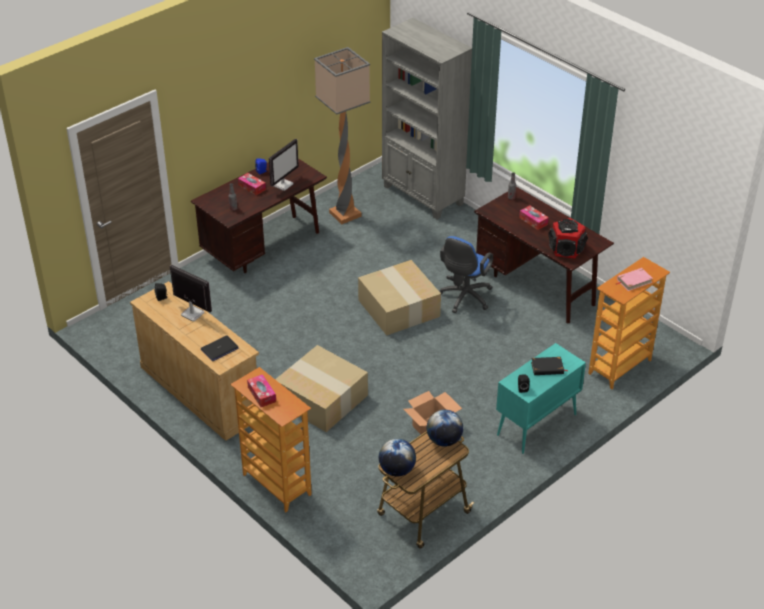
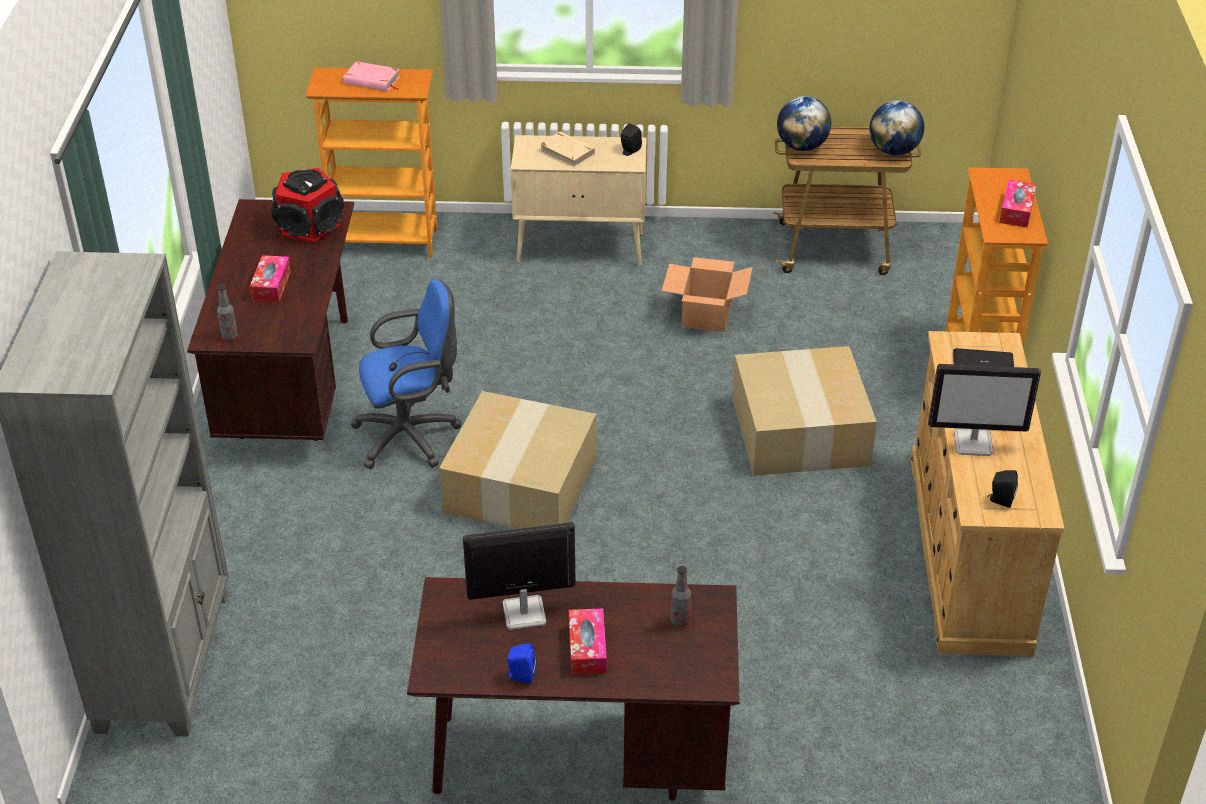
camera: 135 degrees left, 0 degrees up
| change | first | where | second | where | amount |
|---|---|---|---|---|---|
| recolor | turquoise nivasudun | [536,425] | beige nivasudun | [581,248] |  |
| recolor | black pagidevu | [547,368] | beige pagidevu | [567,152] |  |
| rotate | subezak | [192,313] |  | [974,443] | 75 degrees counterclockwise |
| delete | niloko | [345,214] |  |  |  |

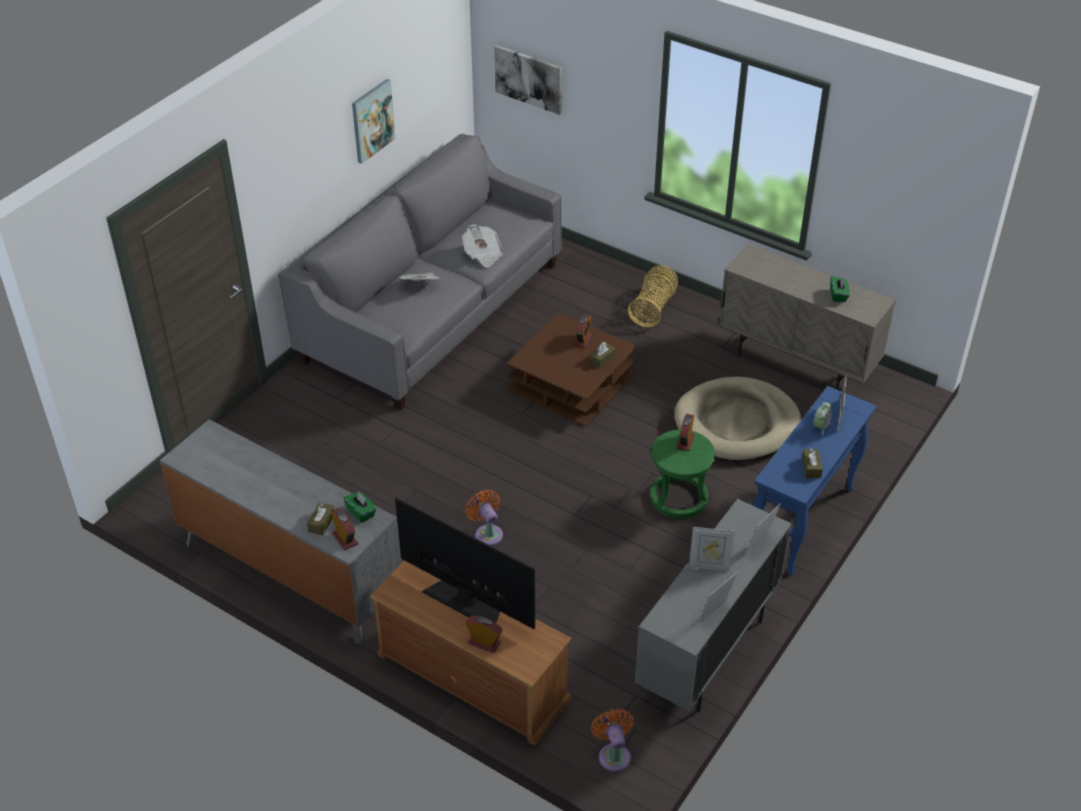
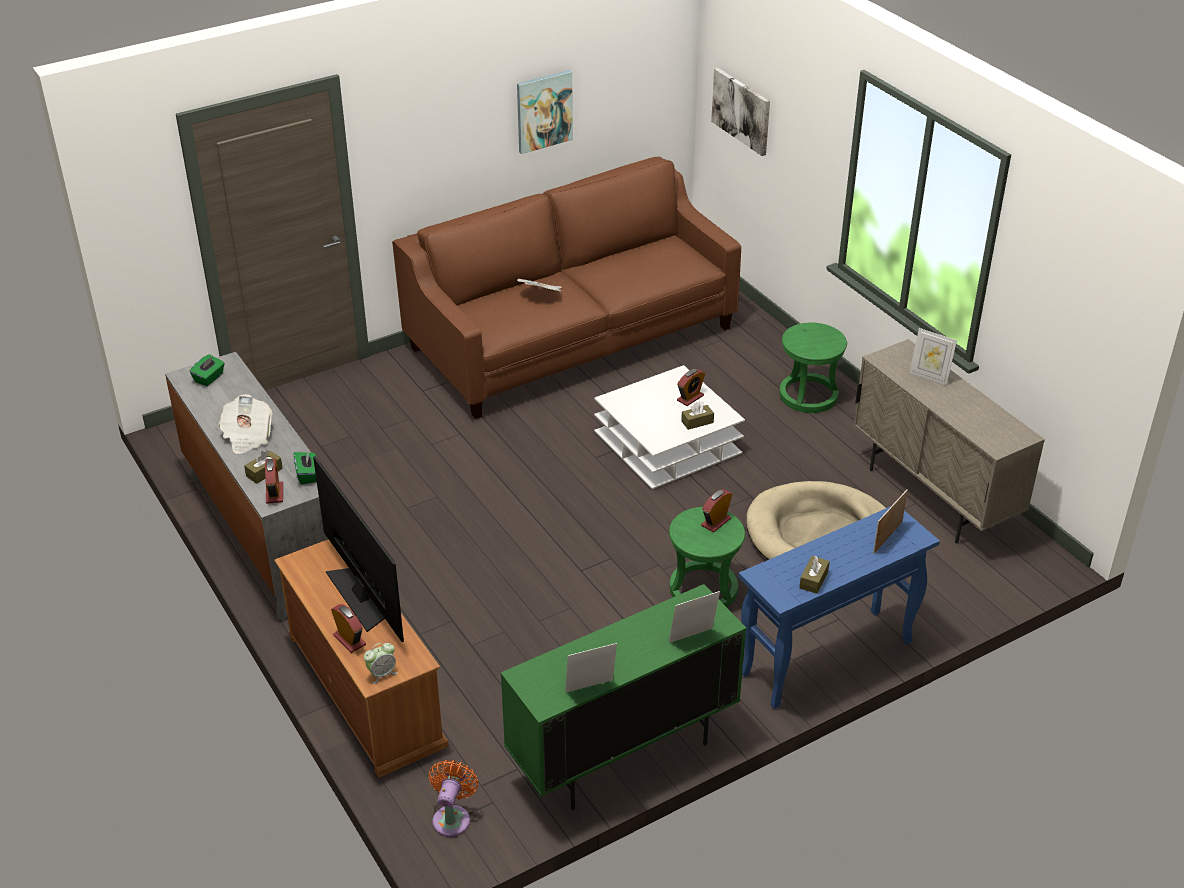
camera: 25 degrees right, 5 degrees down
| change | first | where | second | where | amount |
|---|---|---|---|---|---|
| move | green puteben | [838,295] |  | [209,378] |  |
| move | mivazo | [483,255] |  | [247,436] |  |
| move | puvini | [821,427] |  | [382,673] |  |
| recolor | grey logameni | [432,313] | brown logameni | [571,339] |  |
| recolor | grey nivasudun | [707,654] | green nivasudun | [623,755] |  |
| recolor | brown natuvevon | [571,382] | white natuvevon | [667,443] |  |
| replace | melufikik | [653,307] | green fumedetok | [808,395] |  |
| move | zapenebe | [709,565] |  | [929,376] |  |
| delete | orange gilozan | [487,533] |  |  |  |

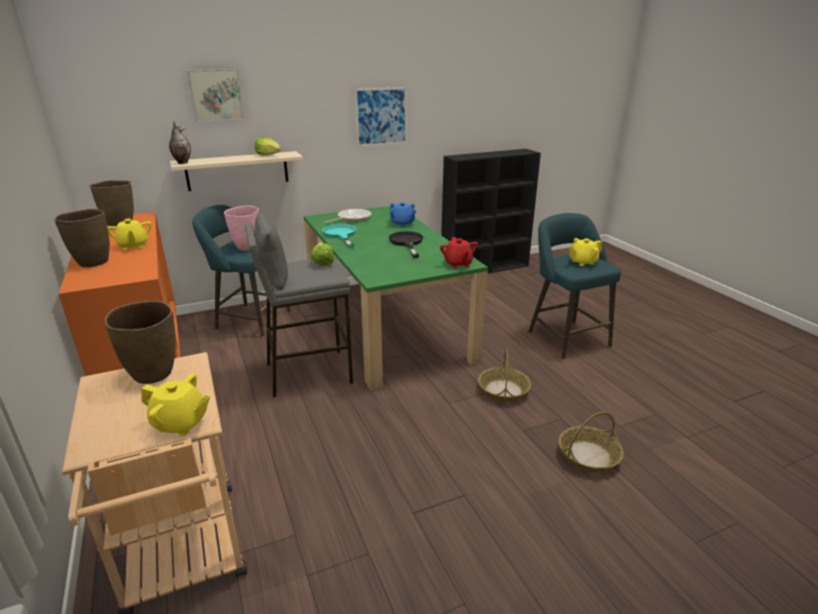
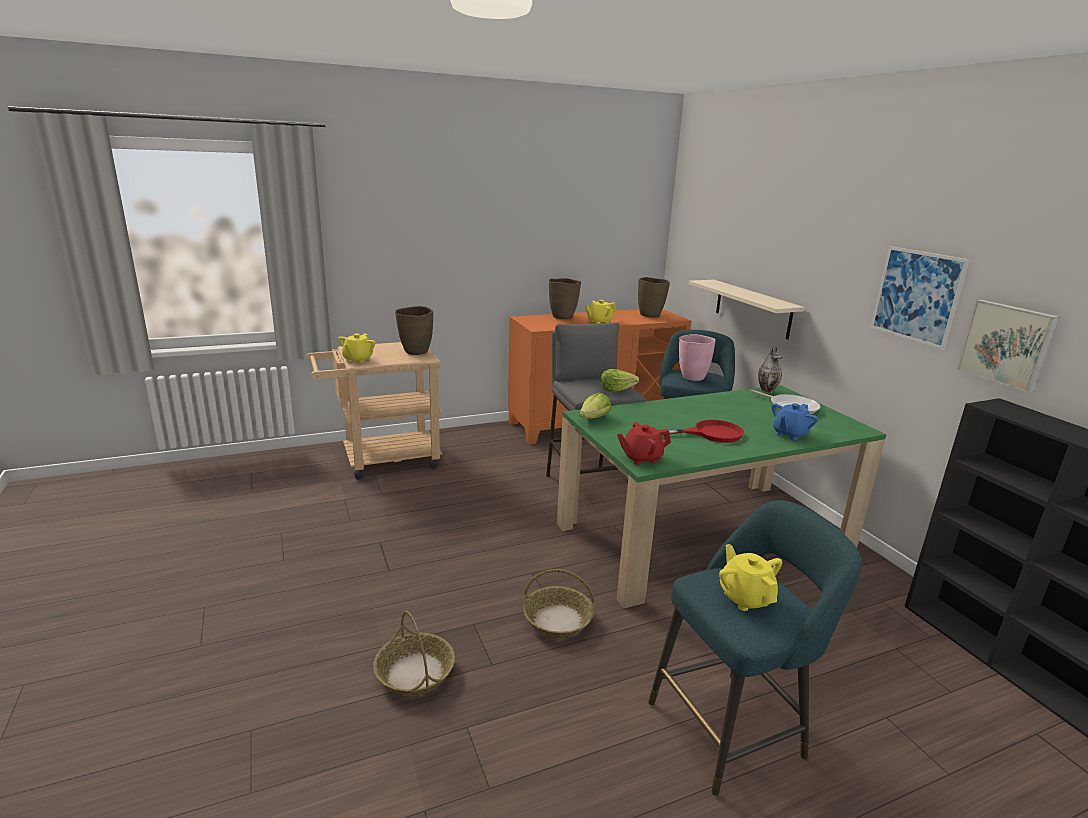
camera: 90 degrees right, 5 degrees down
| change | first | where | second | where | amount |
|---|---|---|---|---|---|
| move | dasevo | [269,155] |  | [594,418] |  |
| recolor | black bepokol | [407,243] | red bepokol | [709,433] |  |
| move | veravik | [182,163] |  | [767,391] |  |
| move | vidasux | [216,95] |  | [1007,344] |  |
| delete | turquoise bepokol | [341,235] |  |  |  |

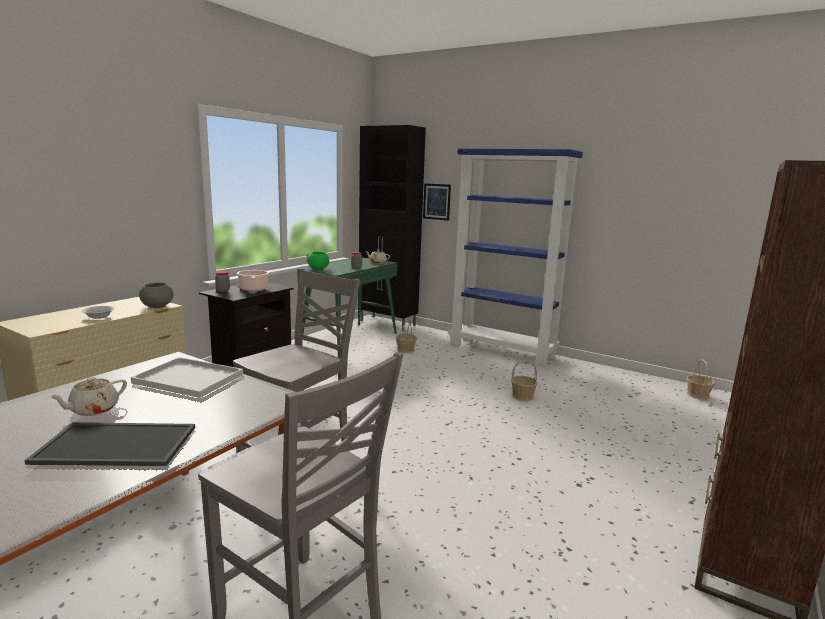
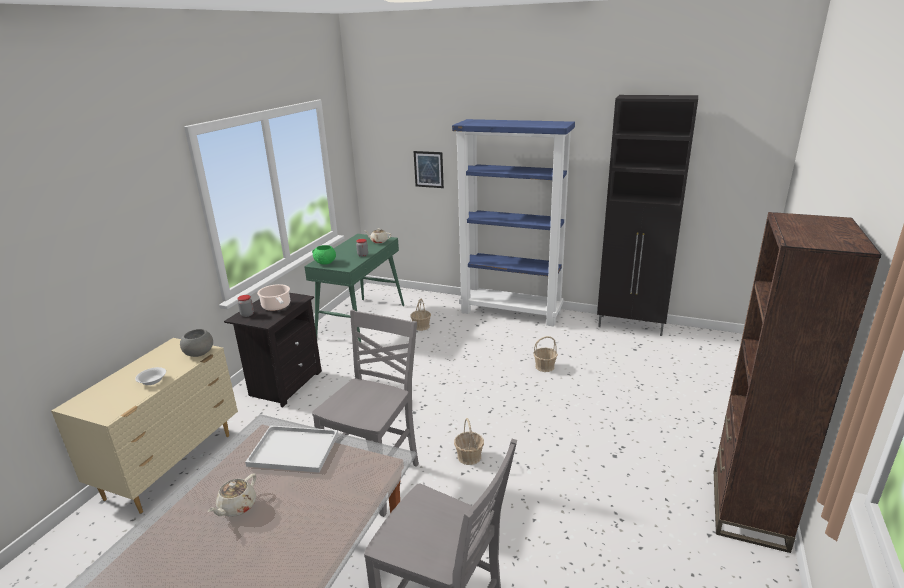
camera: 10 degrees left, 10 degrees up
| change | first | where | second | where | amount |
|---|---|---|---|---|---|
| move | melufikik | [697,395] |  | [469,456] |  |
| move | black nivasudun | [388,323] |  | [631,326] |  |
| delete | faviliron | [119,443] |  |  |  |

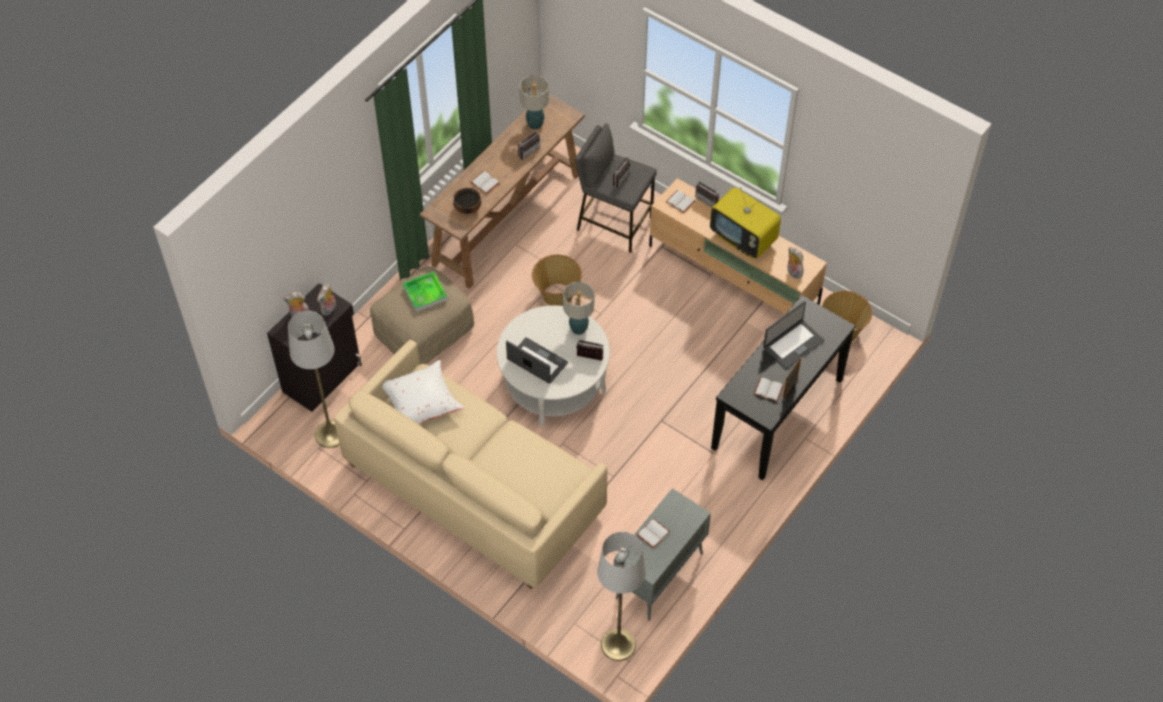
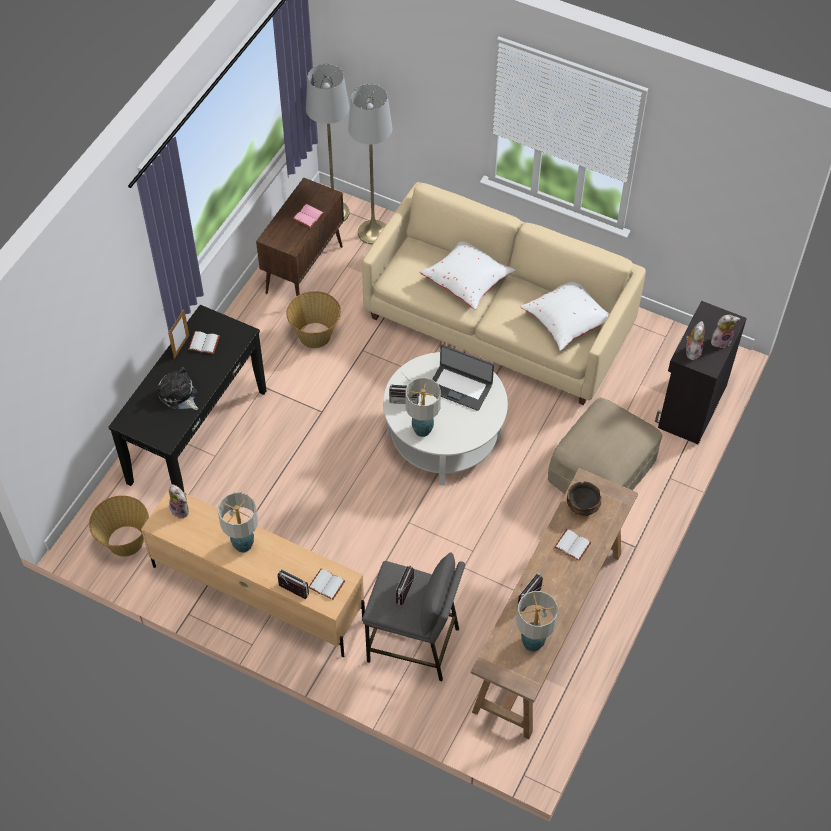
camera: 170 degrees right, 0 degrees up
| change | first | where | second | where | amount |
|---|---|---|---|---|---|
| replace | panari | [792,344] | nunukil | [179,395] |  |
| replace | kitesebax | [744,239] | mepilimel | [242,545] |  |
| recolor | grey nivasudun | [659,576] | brown nivasudun | [304,269] |  |
| move | melufikik | [557,295] |  | [315,335] |  |
| recolor | white pagidevu | [653,534] | pink pagidevu | [308,215] |  |
| move | grey niloko | [330,434] |  | [373,232] |  |
| insert |  |  | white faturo | [467,281] |  |
| delete | faviliron | [425,293] |  |  |  |

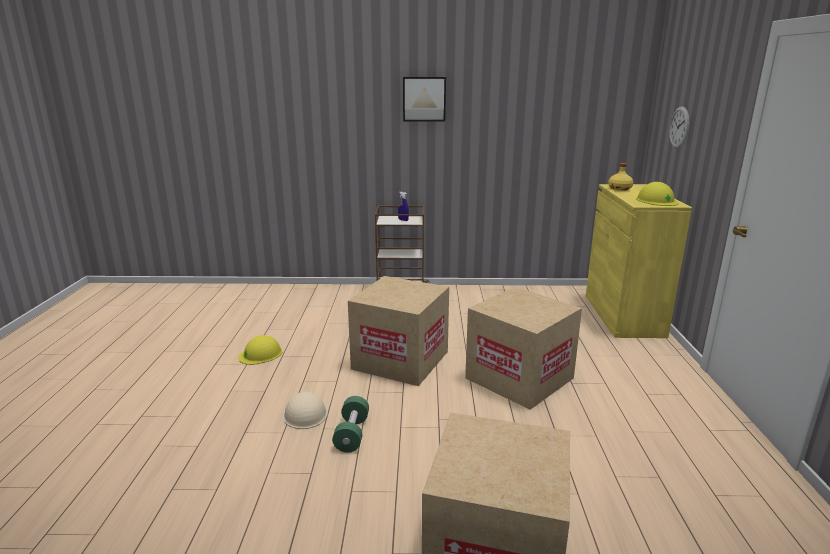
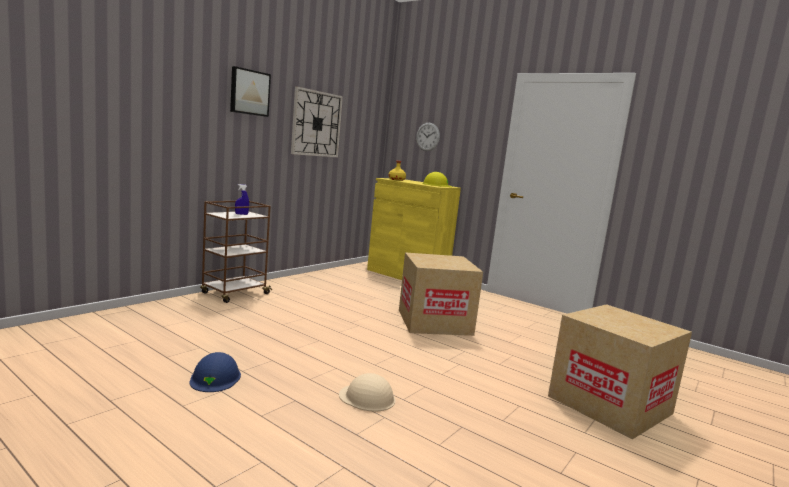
camera: 55 degrees left, 10 degrees down
| change | first | where | second | where | amount |
|---|---|---|---|---|---|
| recolor | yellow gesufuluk | [260,354] | blue gesufuluk | [215,378] |  |
| insert |  |  | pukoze | [316,124] |  |
| delete | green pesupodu | [352,434] |  |  |  |
| delete | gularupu | [400,360] |  |  |  |

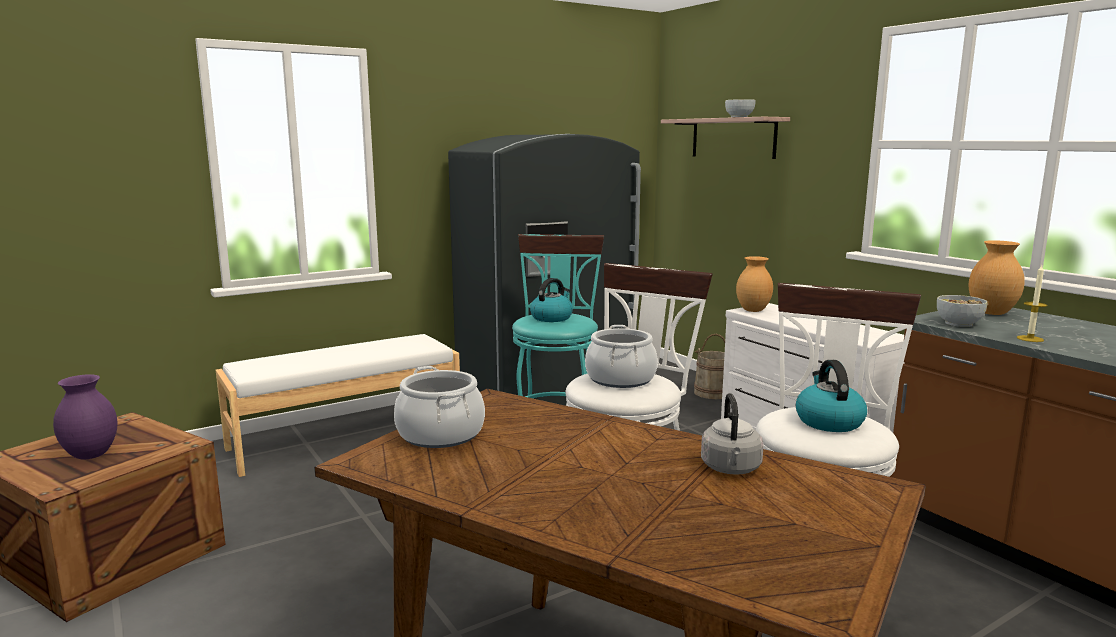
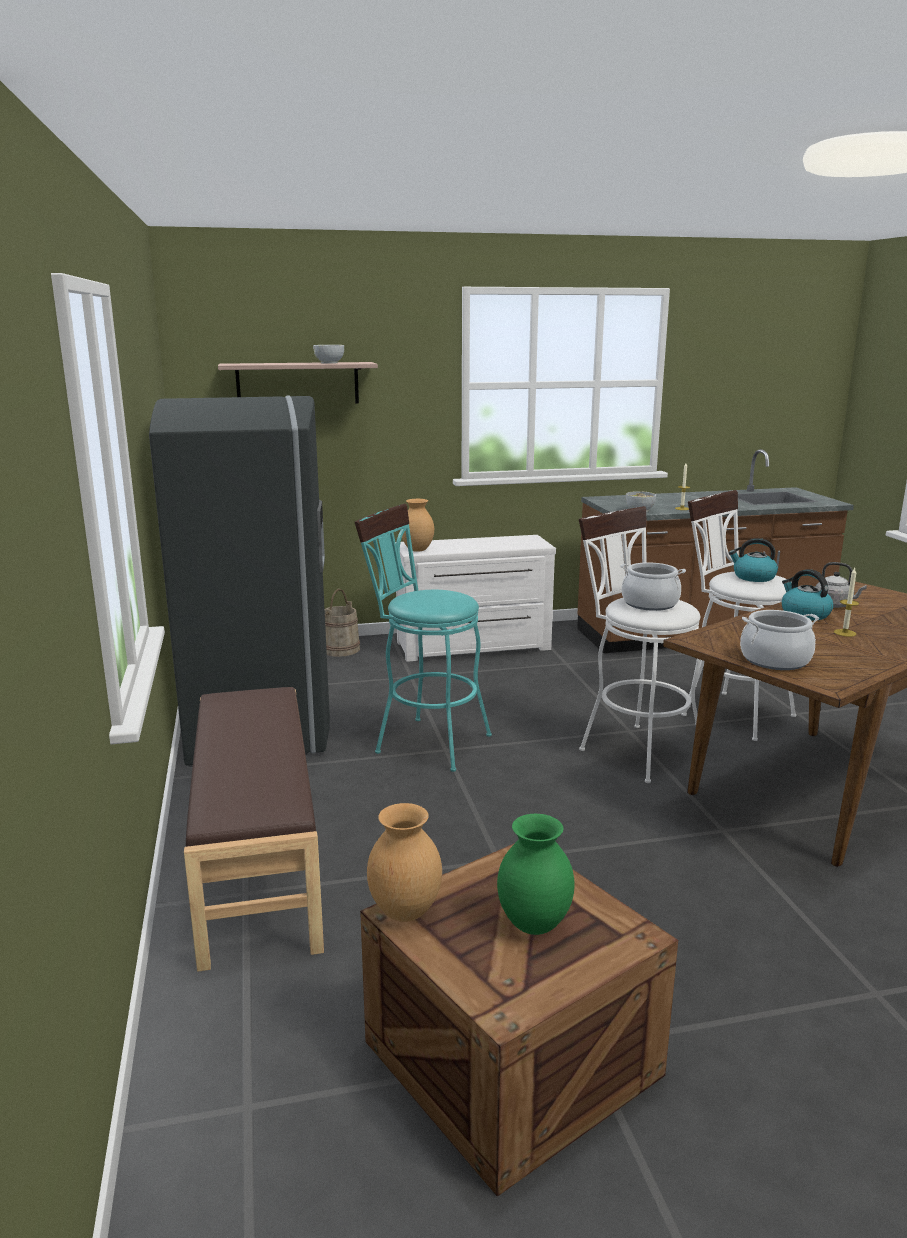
camera: 70 degrees left, 5 degrees up
| change | first | where | second | where | amount |
|---|---|---|---|---|---|
| recolor | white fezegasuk | [346,437] | brown fezegasuk | [256,859] |  |
| move | brown veravik | [992,313] |  | [405,911] |  |
| recolor | purple veravik | [90,455] | green veravik | [533,925] |  |
| move | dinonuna | [552,318] |  | [804,614] |  |
| insert |  |  | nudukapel | [845,633] |  |

